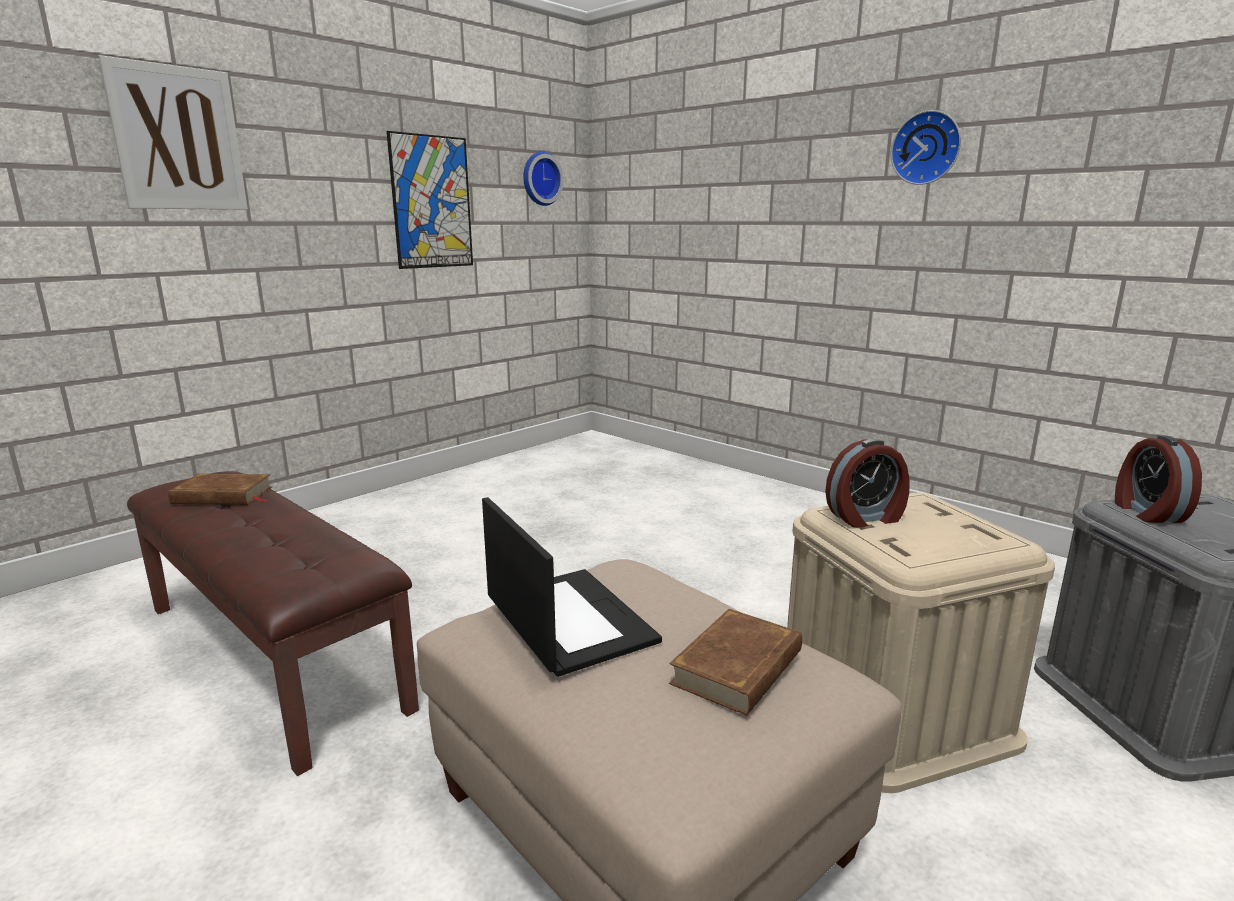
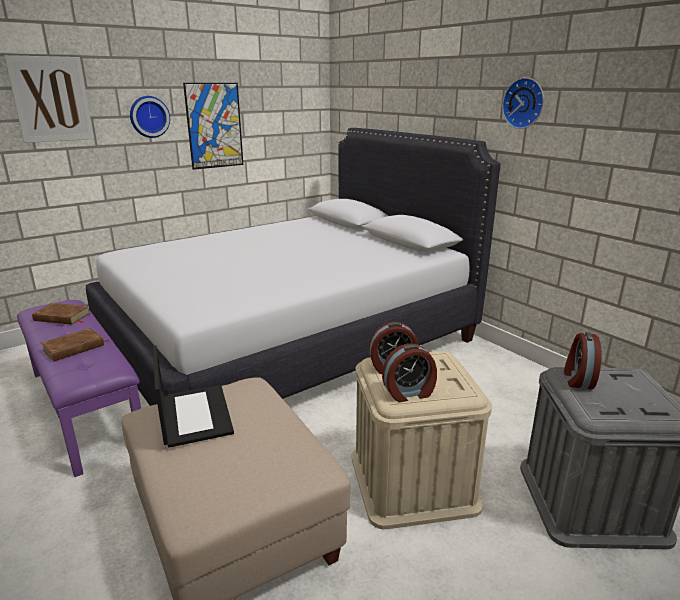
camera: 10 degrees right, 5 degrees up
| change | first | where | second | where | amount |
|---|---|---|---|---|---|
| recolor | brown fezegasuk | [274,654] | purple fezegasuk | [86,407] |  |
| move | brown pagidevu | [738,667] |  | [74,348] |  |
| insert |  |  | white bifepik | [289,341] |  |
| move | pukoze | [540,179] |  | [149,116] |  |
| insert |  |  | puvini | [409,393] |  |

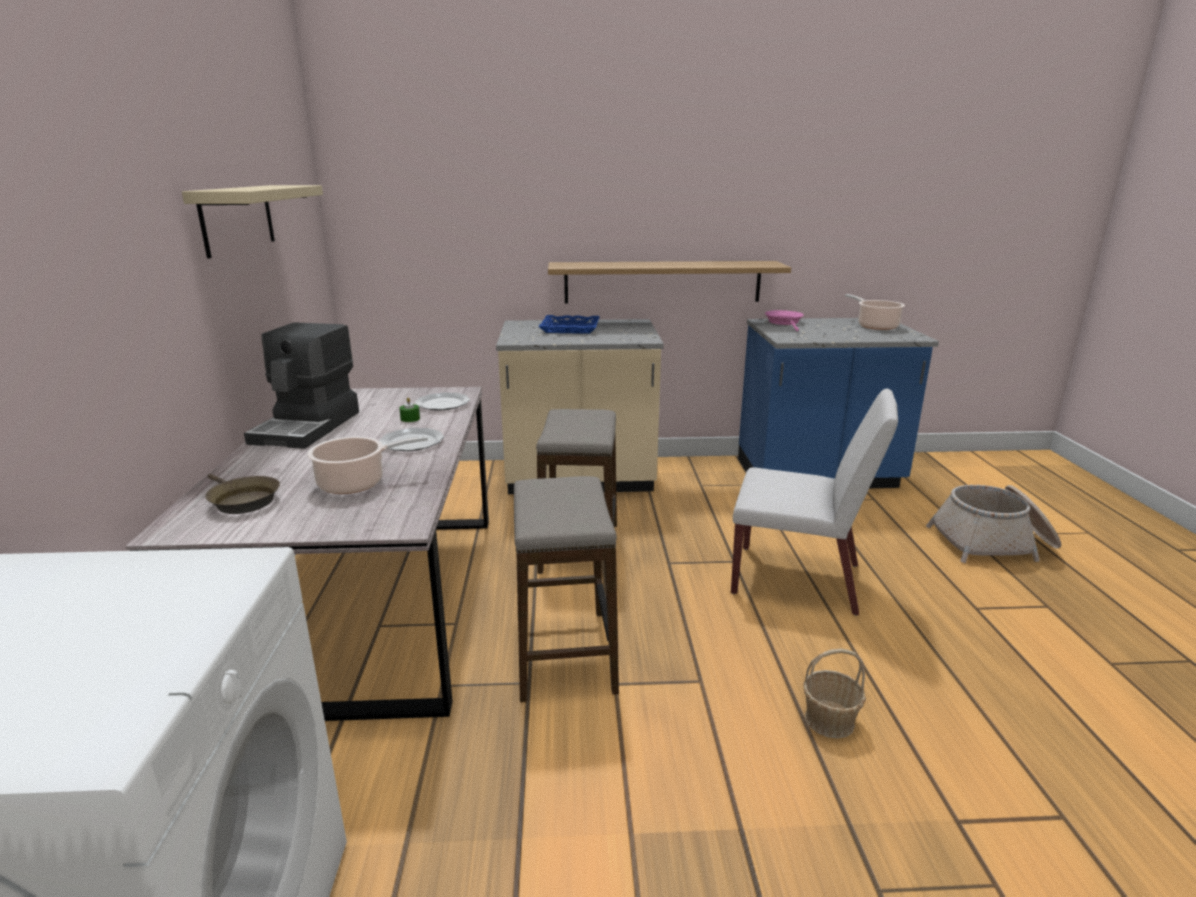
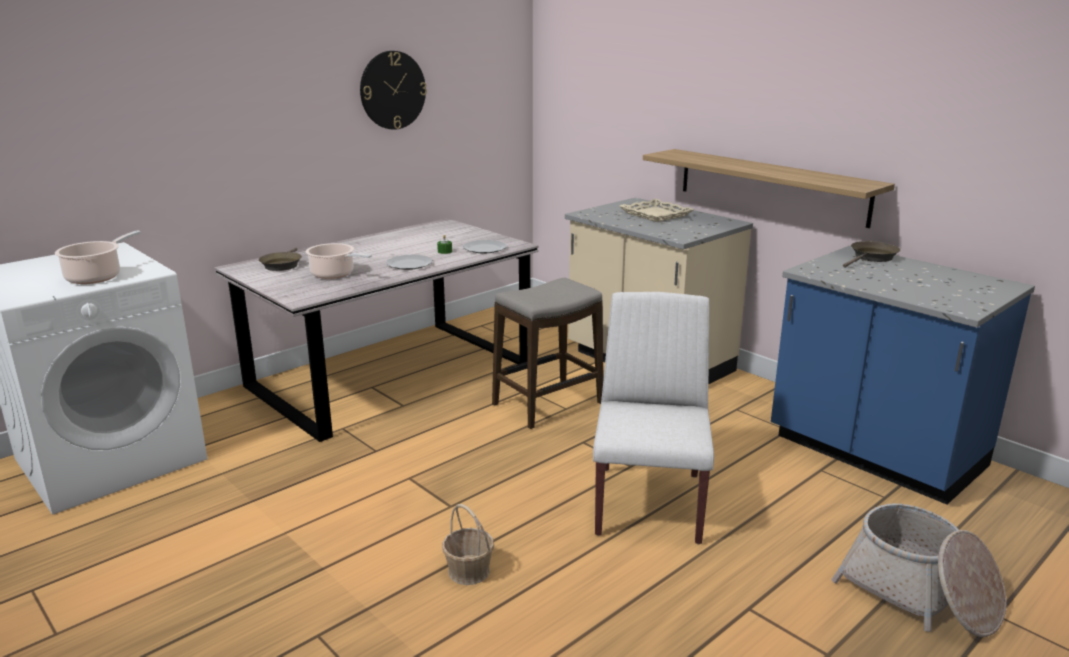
camera: 50 degrees right, 0 degrees up
| change | first | where | second | where | amount |
|---|---|---|---|---|---|
| move | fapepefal | [875,326] |  | [96,277] |  |
| replace | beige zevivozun | [238,218] | pukoze | [392,90] |  |
| rotate | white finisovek | [798,579] |  | [648,502] | 150 degrees counterclockwise |
| recolor | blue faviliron | [570,328] | beige faviliron | [656,214] |  |
| recolor | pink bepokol | [784,323] | brown bepokol | [871,258] |  |
| delete | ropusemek | [308,427] |  |  |  |
| delete | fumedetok | [565,654] |  |  |  |

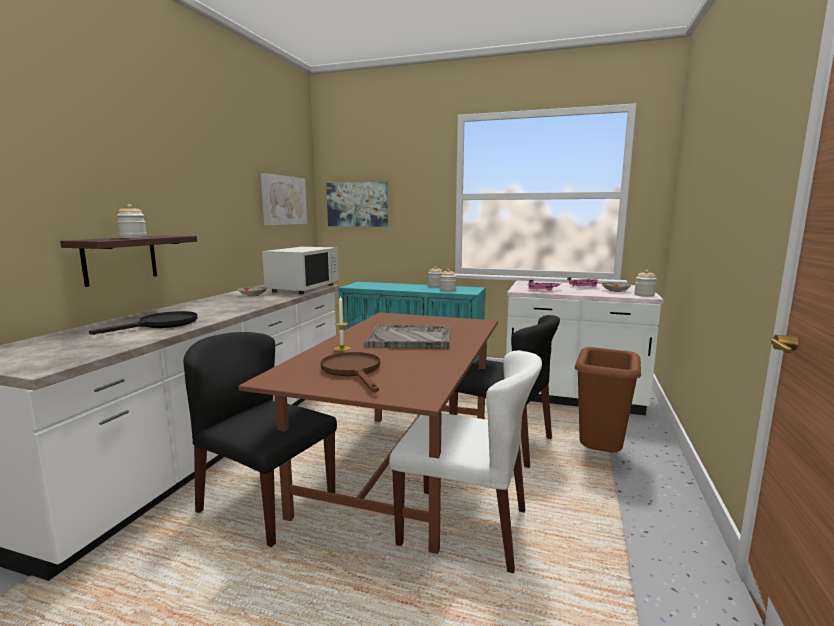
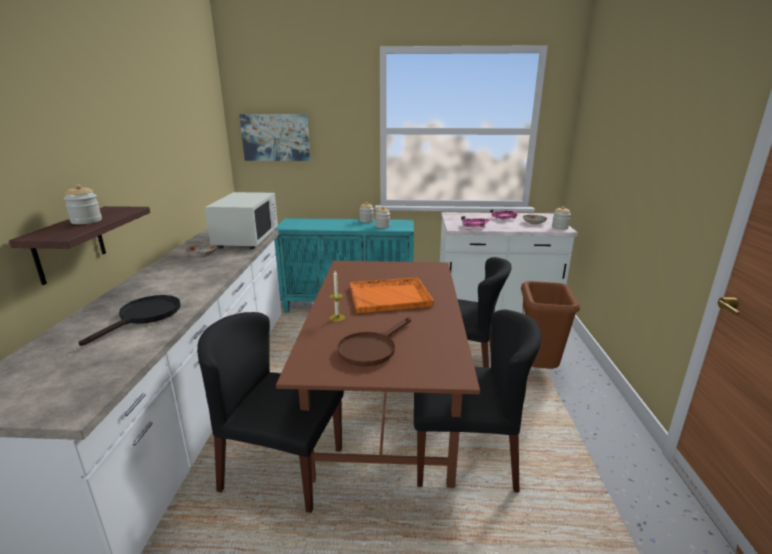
camera: 15 degrees left, 10 degrees up
| change | first | where | second | where | amount |
|---|---|---|---|---|---|
| rotate | brown bepokol | [353,371] |  | [371,348] | 105 degrees counterclockwise |
| recolor | grey faviliron | [410,339] | orange faviliron | [390,296] |  |
| recolor | white finisovek | [465,527] | black finisovek | [464,457] |  |
| delete | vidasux | [283,200] |  |  |  |

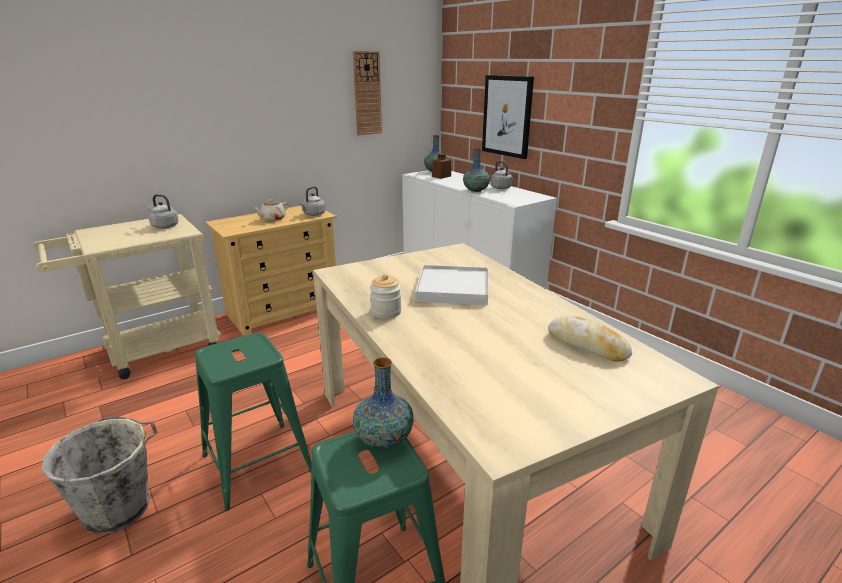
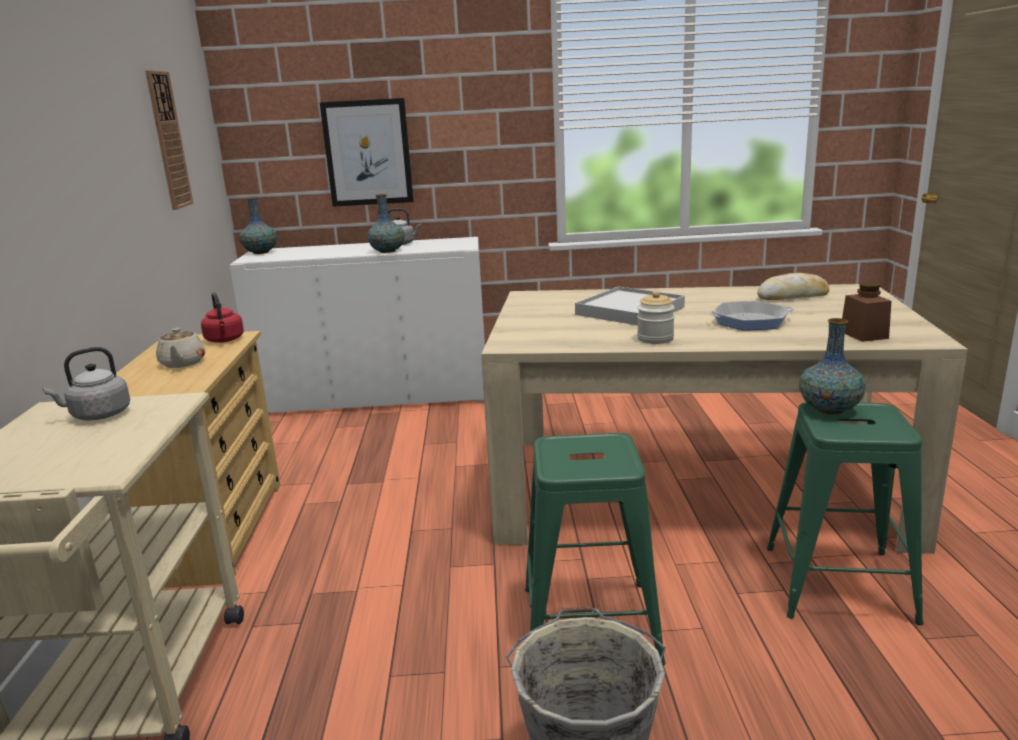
camera: 55 degrees left, 5 degrees down
| change | first | where | second | where | amount |
|---|---|---|---|---|---|
| recolor | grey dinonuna | [313,214] | red dinonuna | [225,340] |  |
| insert |  |  | bepokol | [750,321] |  |
| move | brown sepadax | [441,176] |  | [864,335] |  |

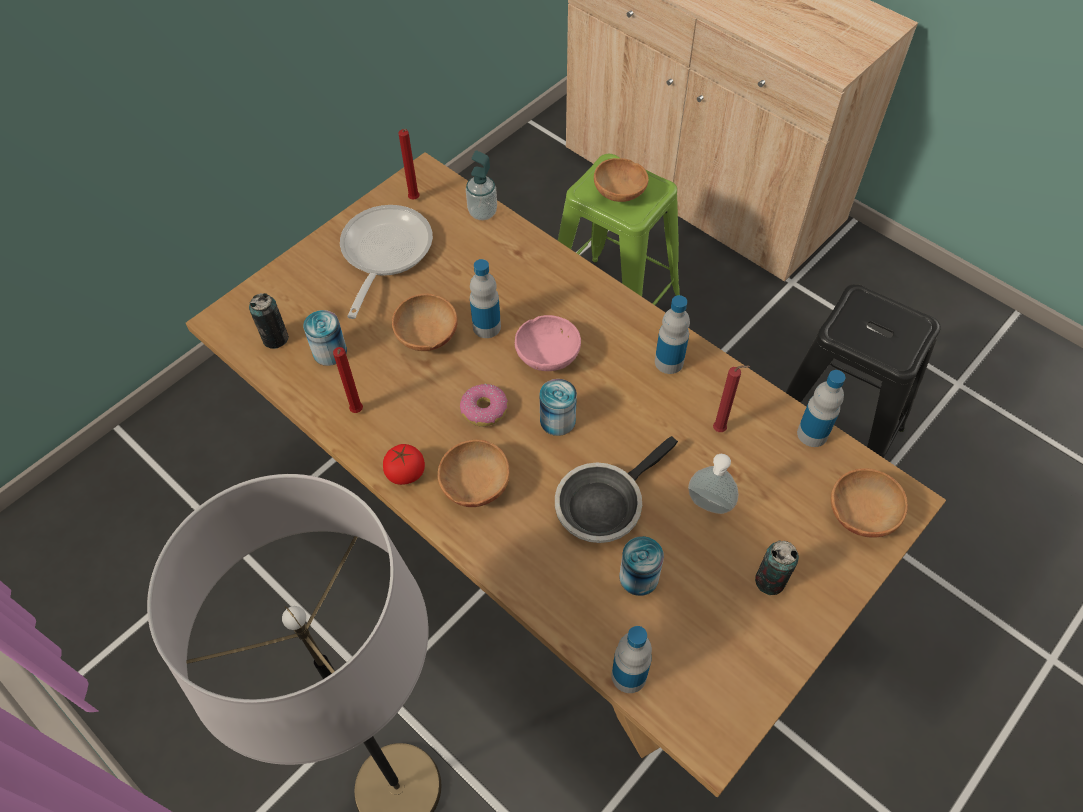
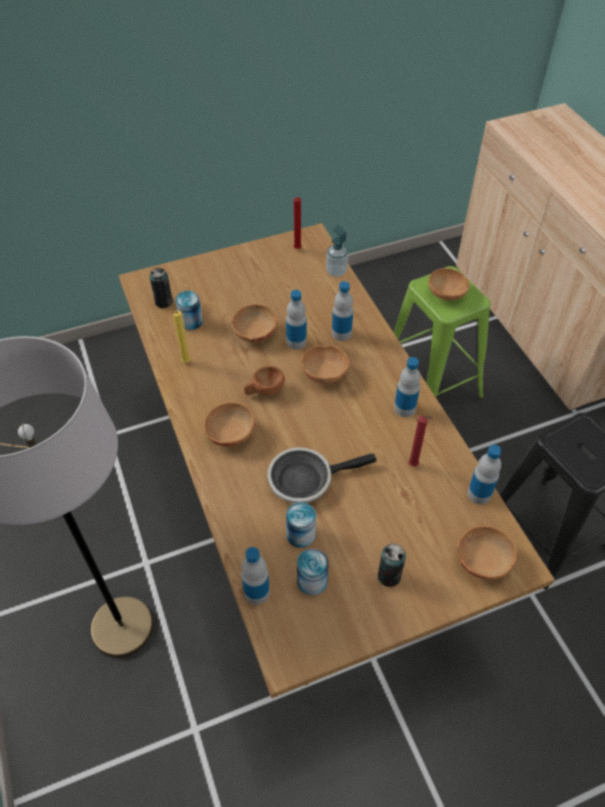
camera: 25 degrees right, 5 degrees down
| change | first | where | second | where | amount |
|---|---|---|---|---|---|
| recolor | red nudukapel | [357,412] | yellow nudukapel | [185,363] |  |
| replace | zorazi | [484,409] | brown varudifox | [264,391] |  |
| move | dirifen | [557,420] |  | [312,581] |  |
| recolor | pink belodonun | [548,355] | brown belodonun | [325,374] |  |
| insert |  |  | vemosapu | [341,333] |  |
| delete | bepokol | [383,254] |  |  |  |
| delete | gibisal | [405,473] |  |  |  |
| delete | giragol | [708,507] |  |  |  |

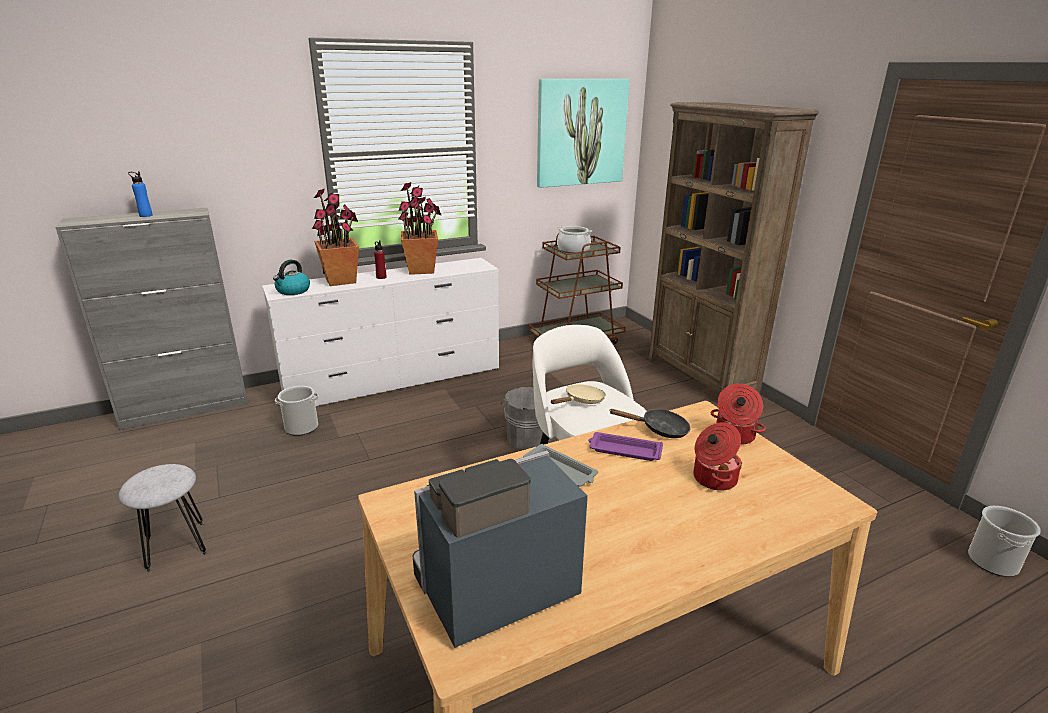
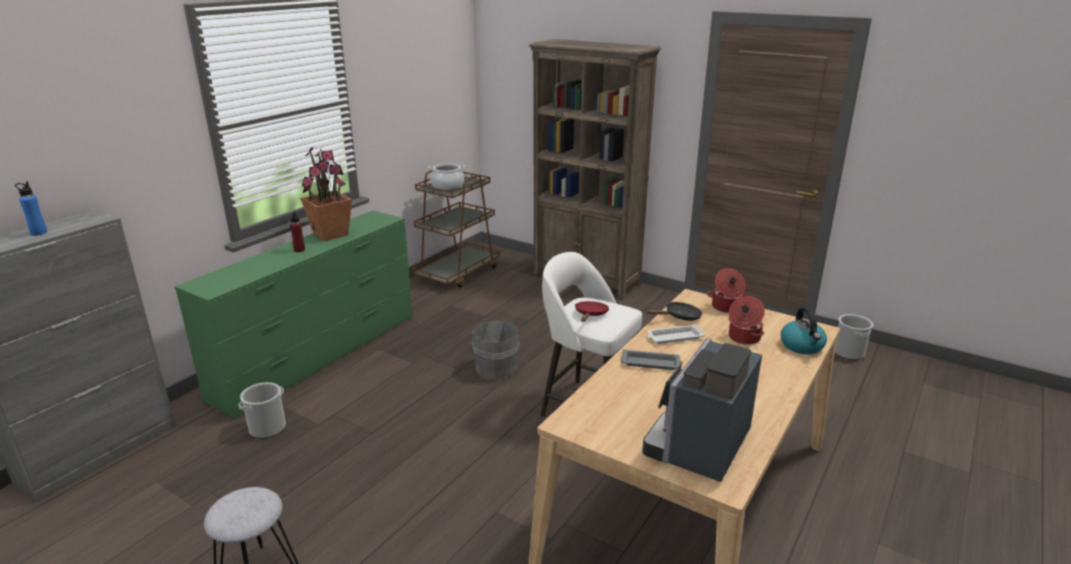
camera: 30 degrees left, 0 degrees up
| change | first | where | second | where | amount |
|---|---|---|---|---|---|
| recolor | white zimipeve | [395,381] | green zimipeve | [320,356] |  |
| recolor | beige bepokol | [581,401] | red bepokol | [590,315] |  |
| recolor | purple faviliron | [624,450] | white faviliron | [674,337] |  |
| move | dinonuna | [293,291] |  | [802,346] |  |
| delete | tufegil | [341,280] |  |  |  |
| delete | vidasux | [581,132] |  |  |  |

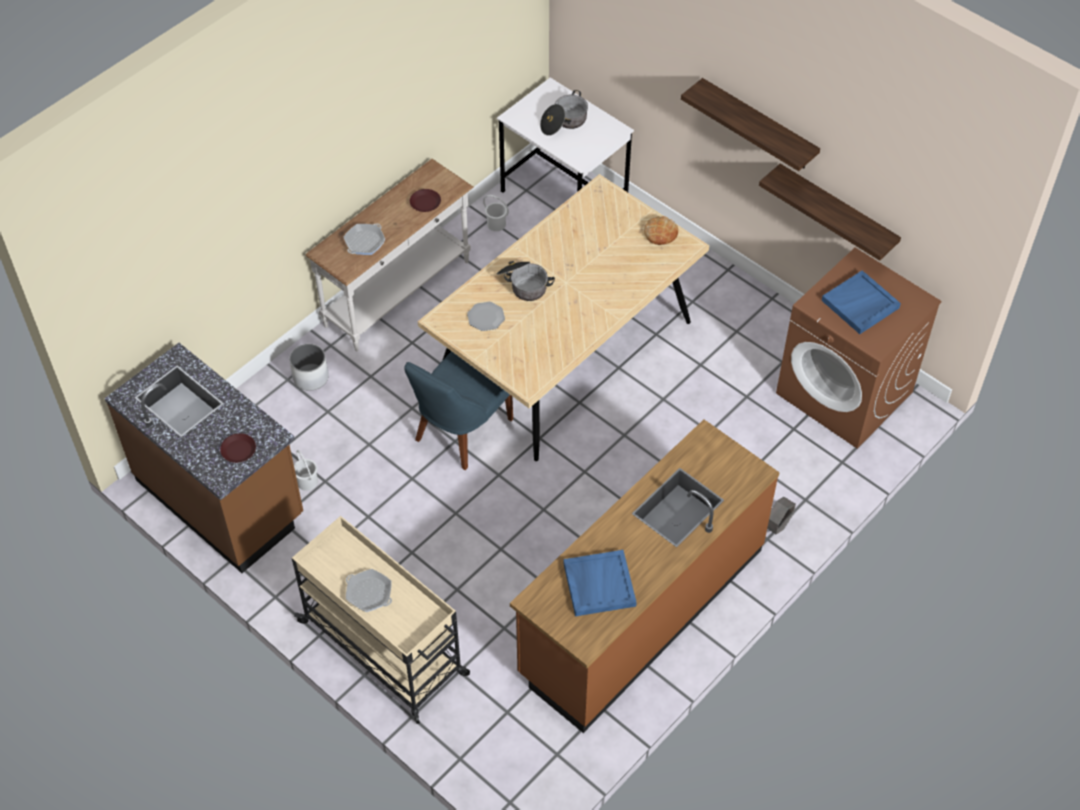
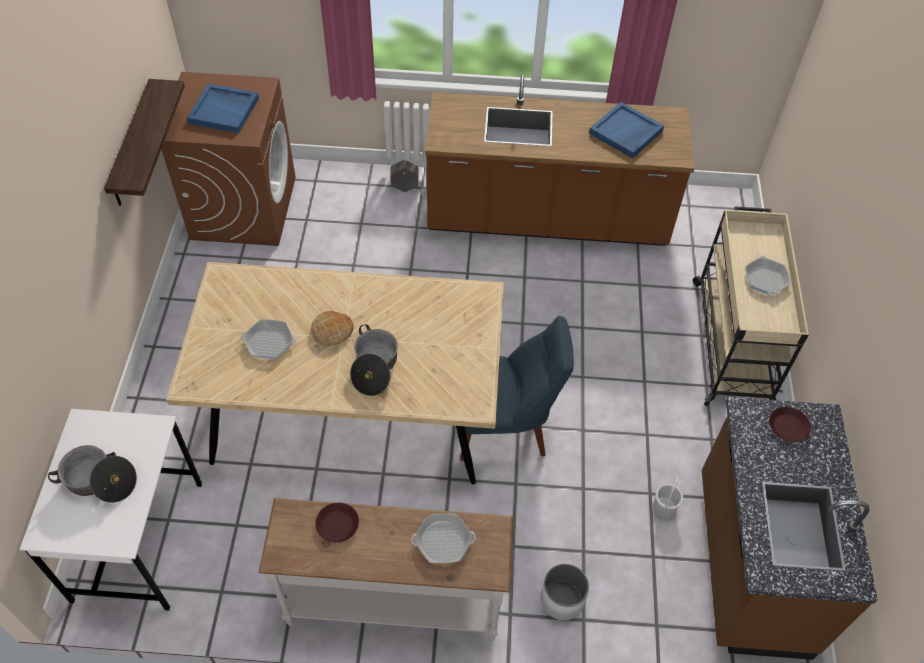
camera: 130 degrees left, 0 degrees up
| change | first | where | second | where | amount |
|---|---|---|---|---|---|
| insert |  |  | bepokol | [269,342] |  |
| move | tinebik | [660,233] |  | [332,330] |  |
| delete | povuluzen | [486,317] |  |  |  |
| delete | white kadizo | [496,224] |  |  |  |
| delete | zevivozun | [758,125] |  |  |  |

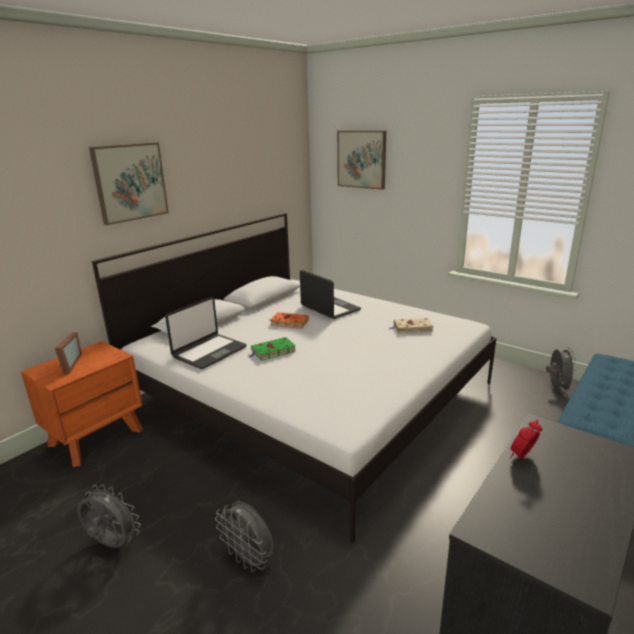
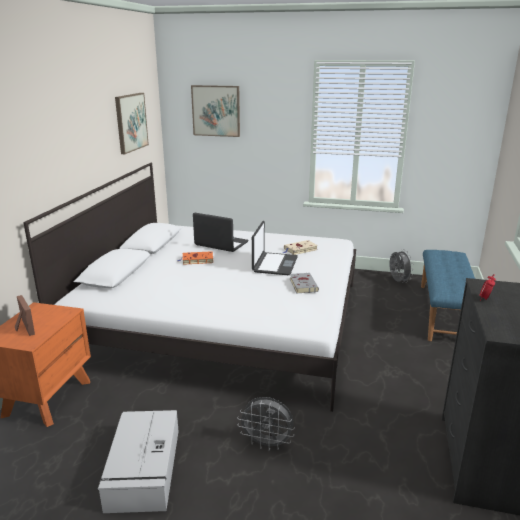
camera: 25 degrees left, 0 degrees up
| change | first | where | second | where | amount |
|---|---|---|---|---|---|
| replace | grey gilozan | [111,544] | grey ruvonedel | [143,470] |  |
| move | vidasux | [130,182] |  | [131,122] |  |
| move | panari | [209,352] |  | [274,264] |  |
| insert |  |  | grey pagidevu | [303,285] |  |
| delete | green pagidevu | [272,351] |  |  |  |

